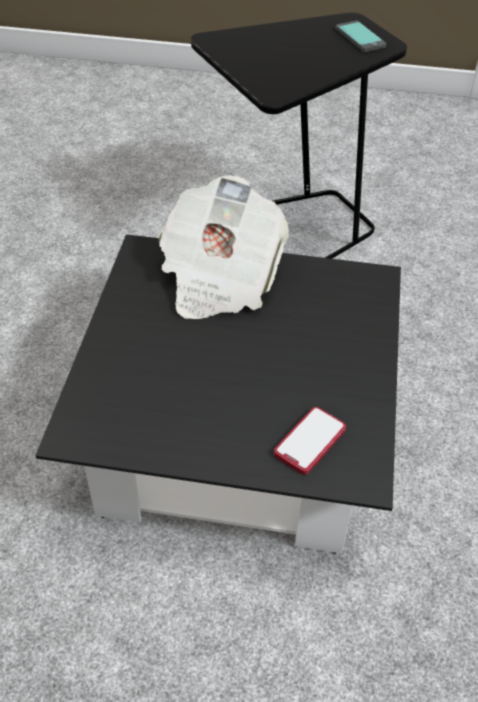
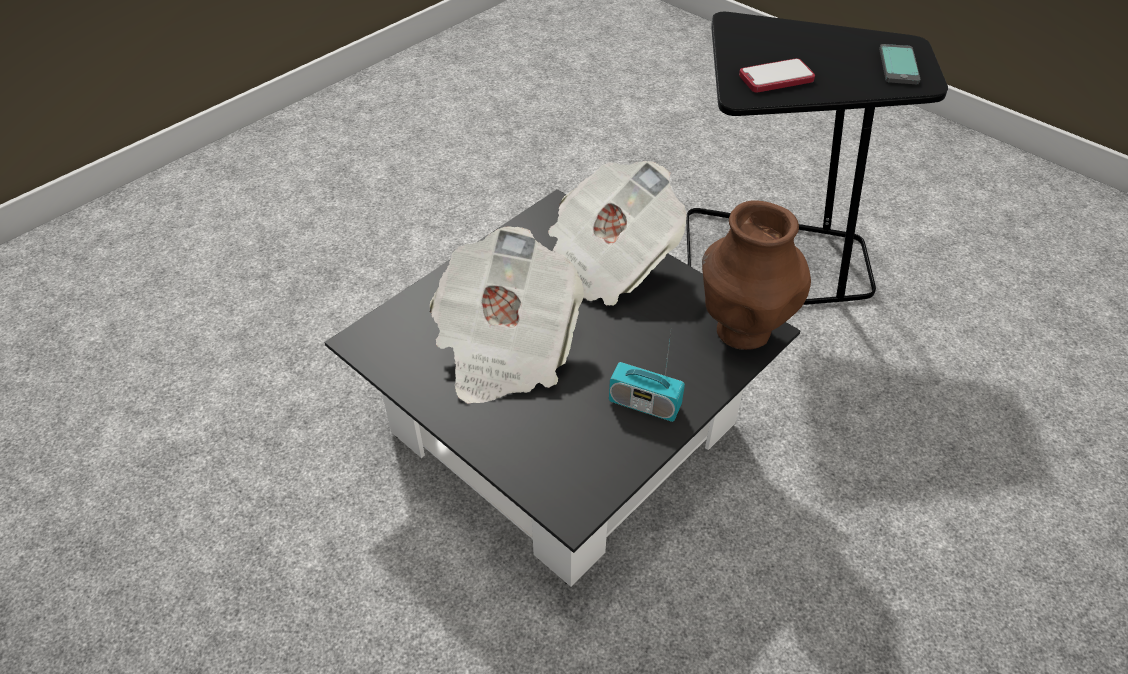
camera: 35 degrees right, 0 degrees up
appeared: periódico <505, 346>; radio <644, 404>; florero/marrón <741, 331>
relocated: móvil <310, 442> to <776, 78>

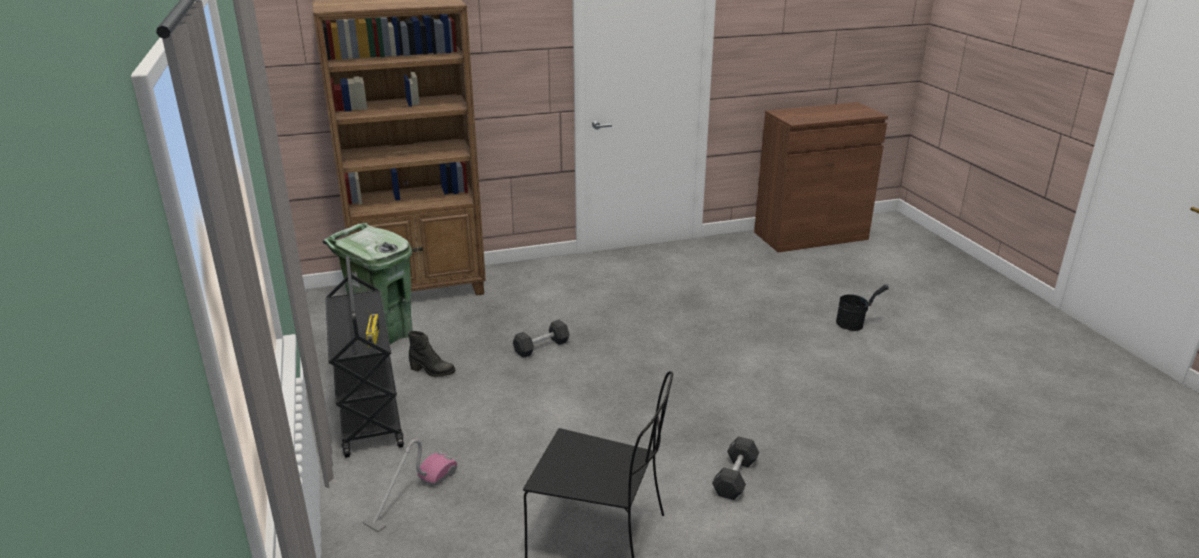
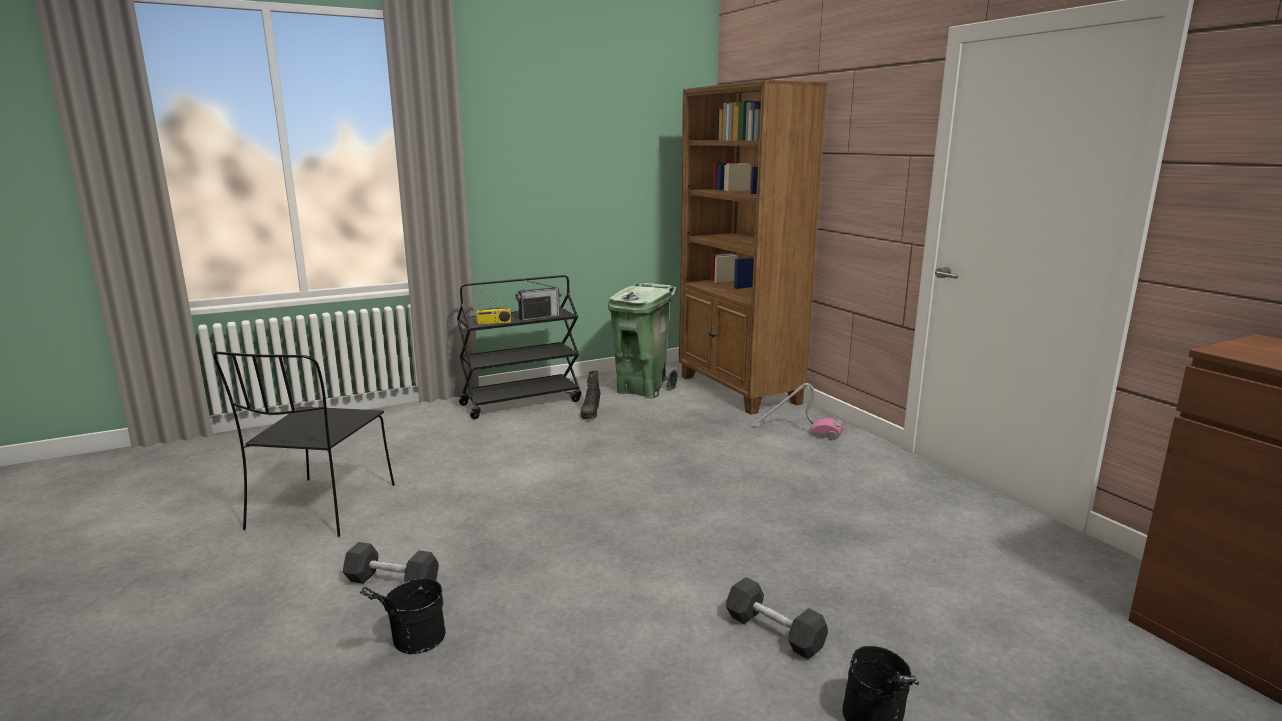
camera: 80 degrees right, 10 degrees down
appeared: cubo/negro <412, 643>; radio <539, 317>
relocated: aspiradora <411, 495> to <796, 430>; mancuerna/negro <541, 347> to <774, 632>

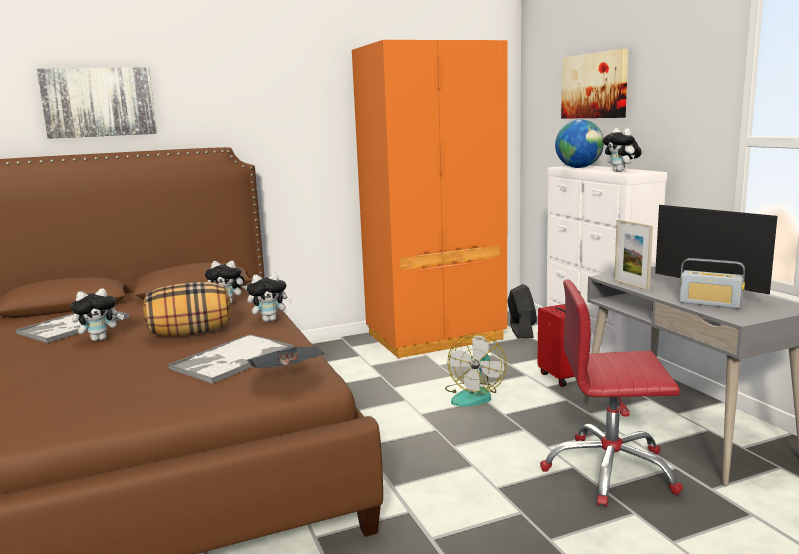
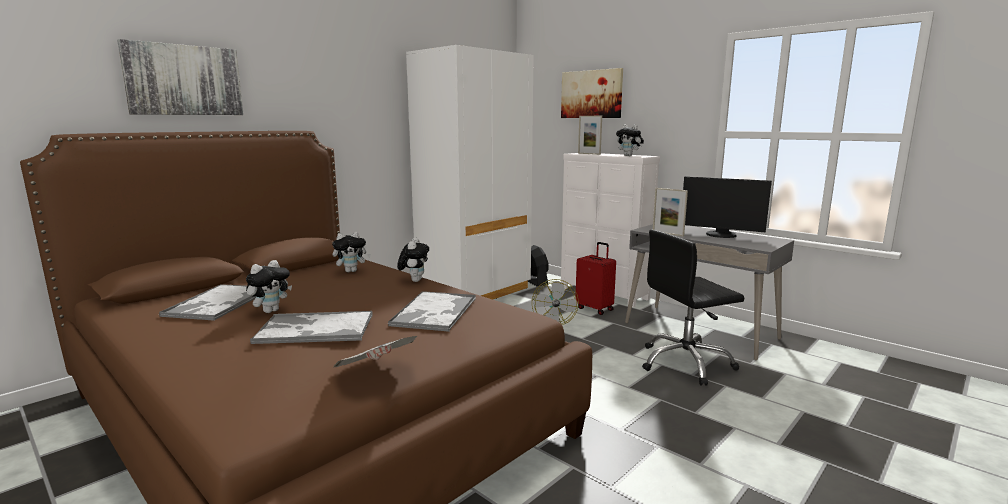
camera: 25 degrees left, 0 degrees up
missing: cojín <191, 333>; radio <710, 303>
appeared: bandeja <314, 329>
relocated: periódico <287, 378> to <376, 373>
exchanged: globo terráqueo <578, 168> to portarretratos <589, 154>
colour: armario ropero/naranja <435, 337> to armario ropero/blanco <474, 291>; silla de oficina/rojo <610, 471> to silla de oficina/negro <685, 363>
spun: peluche <270, 320> = <414, 280> 45 degrees counterclockwise

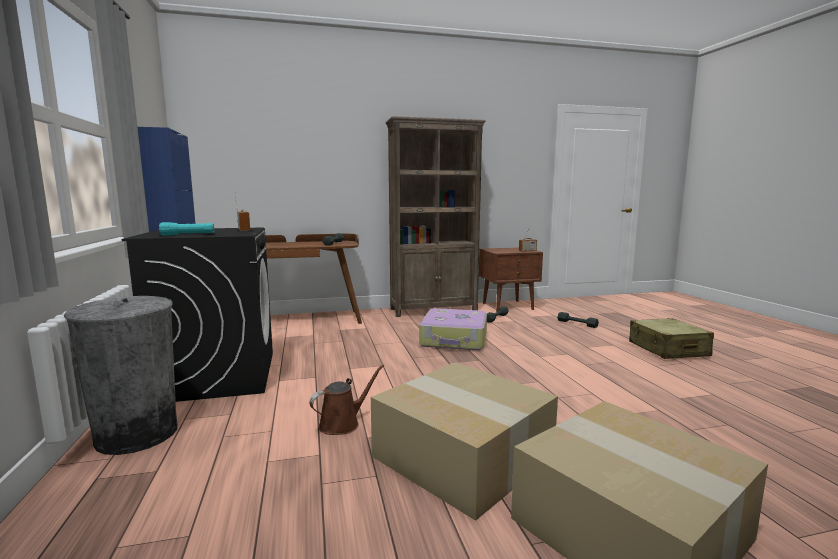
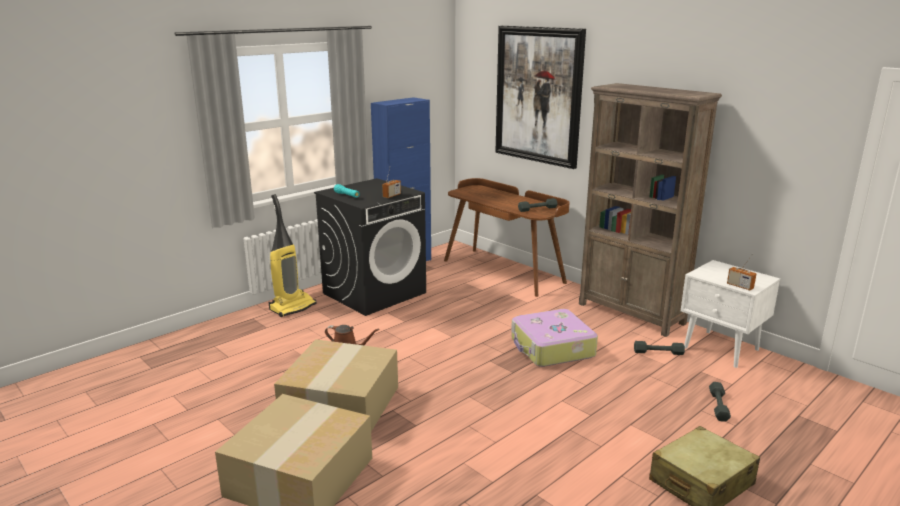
camera: 60 degrees right, 10 degrees up
appeared: cuadro <538, 95>
exchanged: papelera/gris <137, 434> to aspiradora <292, 307>
colour: mesita de noche/marrón <508, 306> to mesita de noche/blanco <721, 349>

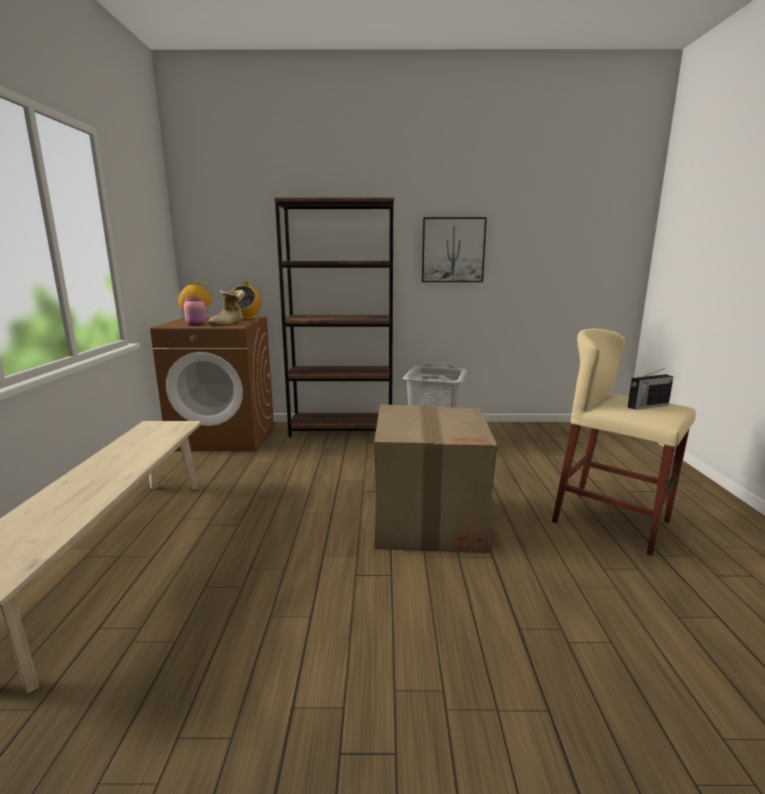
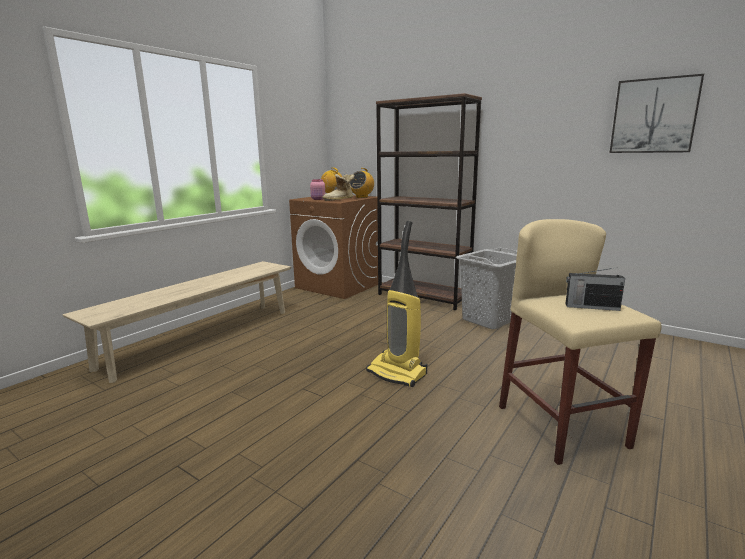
camera: 35 degrees right, 0 degrees up
relocated: cuadro <453, 250> to <654, 116>
exchanged: caja de cartón <429, 520> to aspiradora <397, 373>

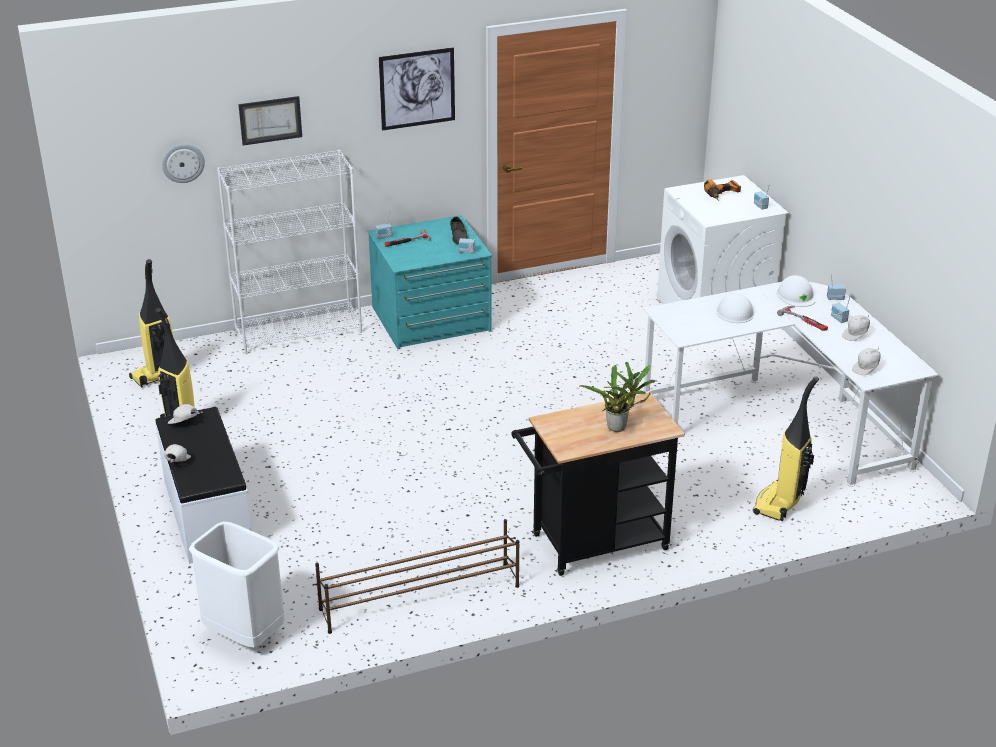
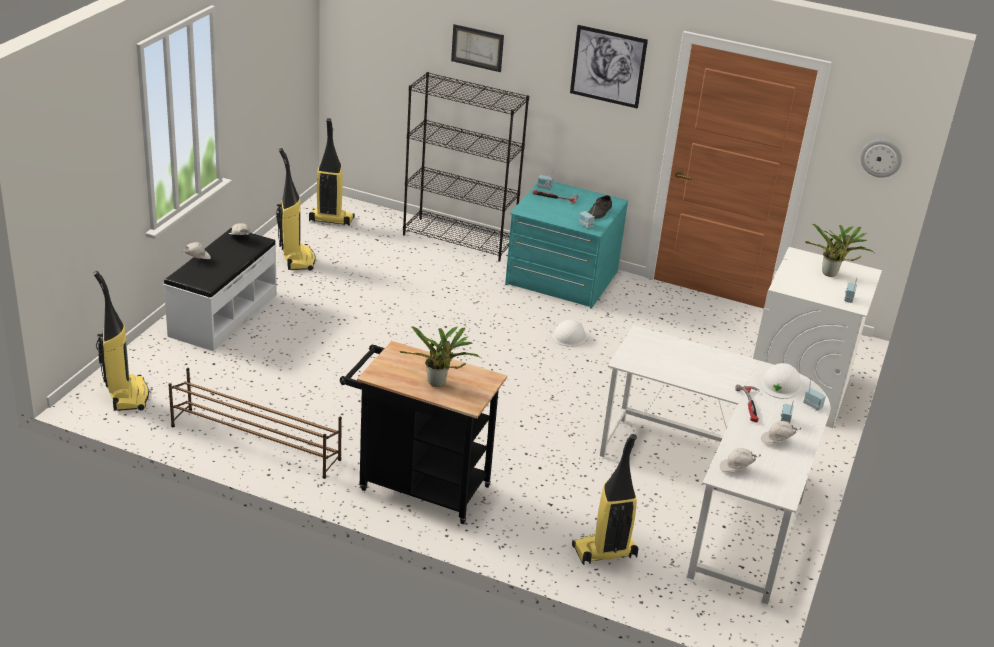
camera: 40 degrees right, 0 degrees up
relocated: reloj de pared <183, 162> to <881, 158>; casco/blanco <734, 311> to <570, 336>
exchanged: papelera/blanco <243, 635> to aspiradora <127, 395>; taladro <722, 194> to planta en maceta <831, 274>
colour: estantería/blanco <299, 331> to estantería/negro <459, 239>

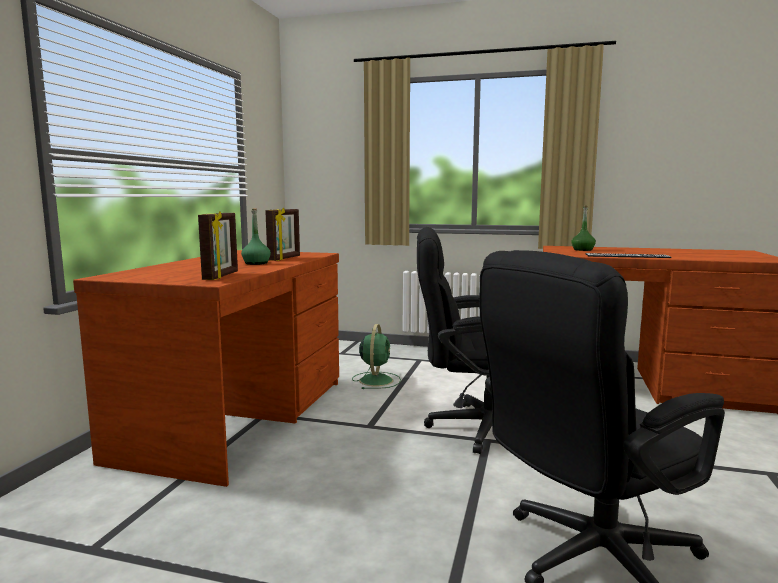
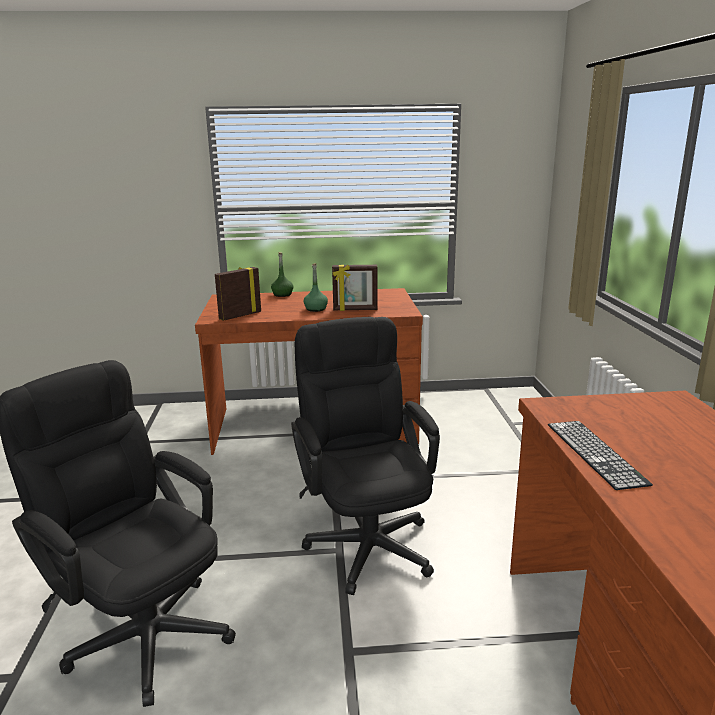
camera: 70 degrees right, 10 degrees up
missing: ventilador/verde <376, 380>
relocated: botella/verde <582, 250> to <282, 294>
spun: portarretratos <221, 276> = <240, 315> 150 degrees clockwise

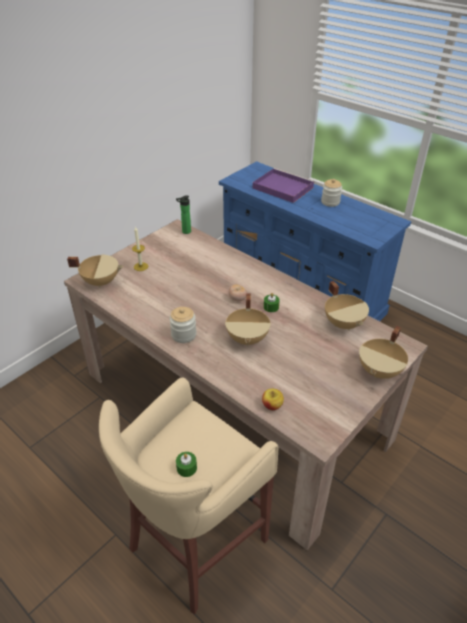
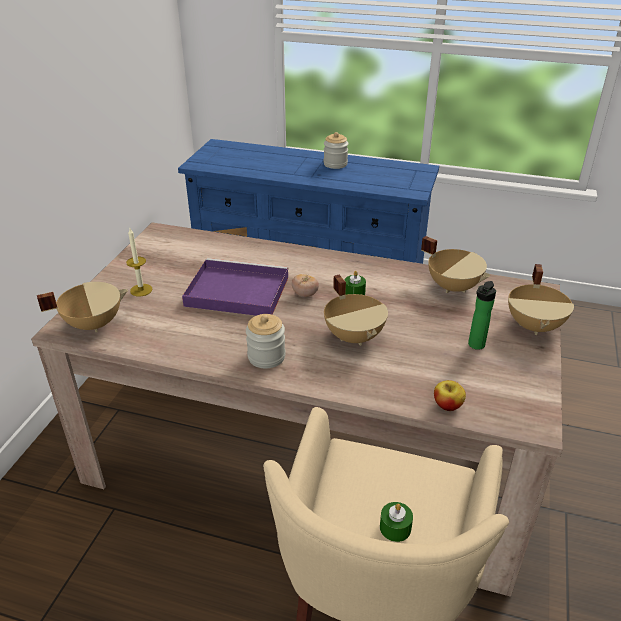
camera: 25 degrees left, 5 degrees down
relocated: botella <185, 232> to <475, 346>; bandeja/morado <281, 187> to <235, 291>

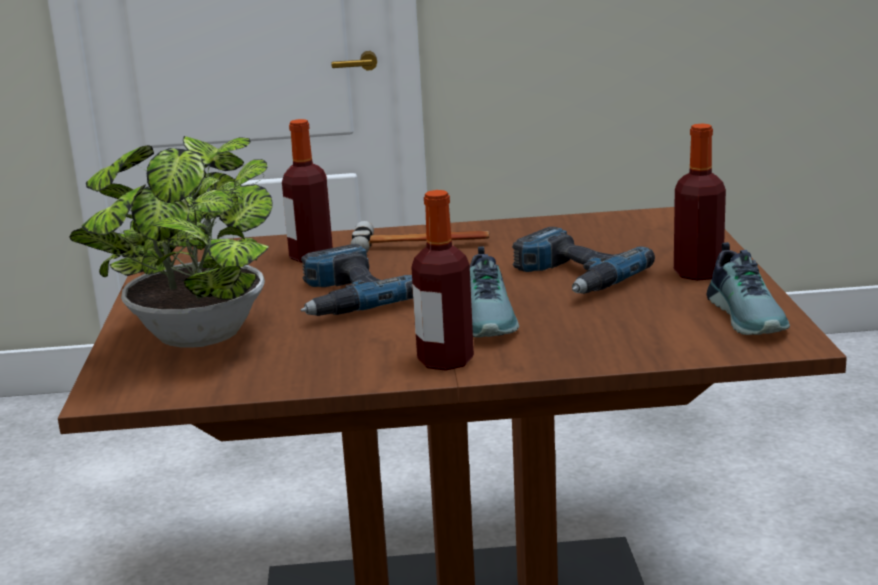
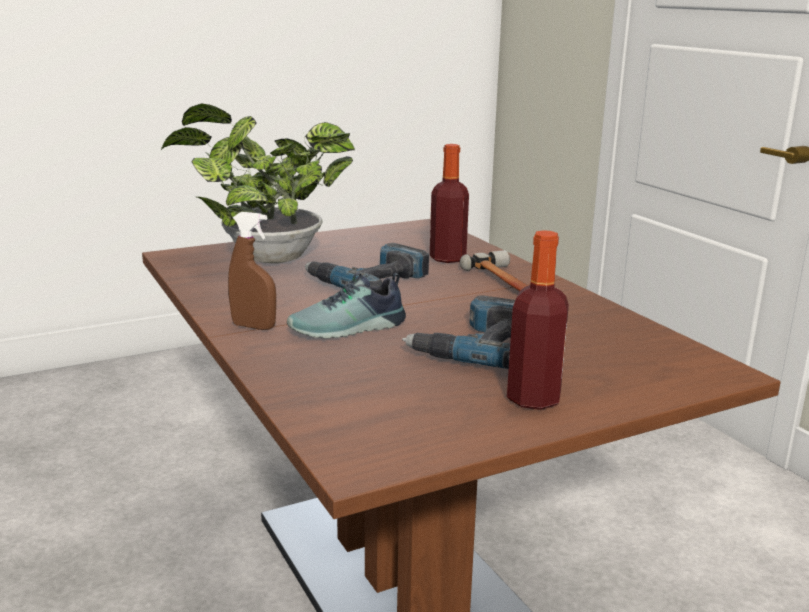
camera: 65 degrees right, 0 degrees up
missing: zapato <749, 316>
exchanged: botella <445, 361> to pulverizador/marrón <253, 326>

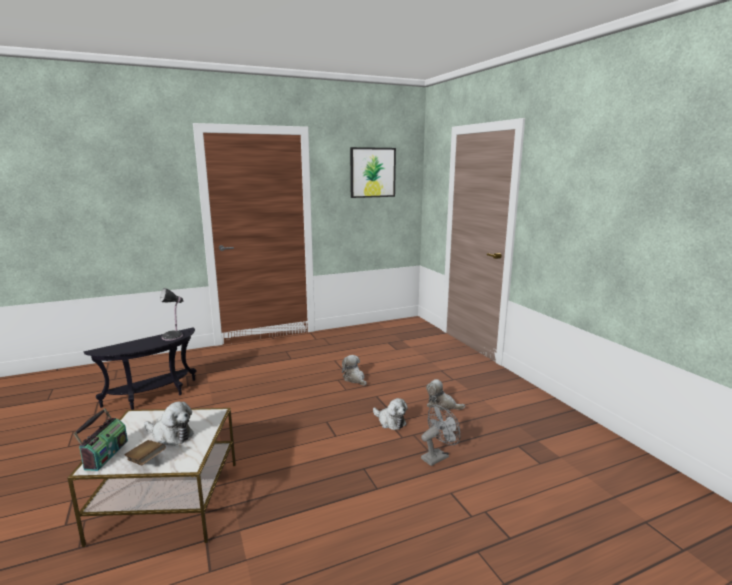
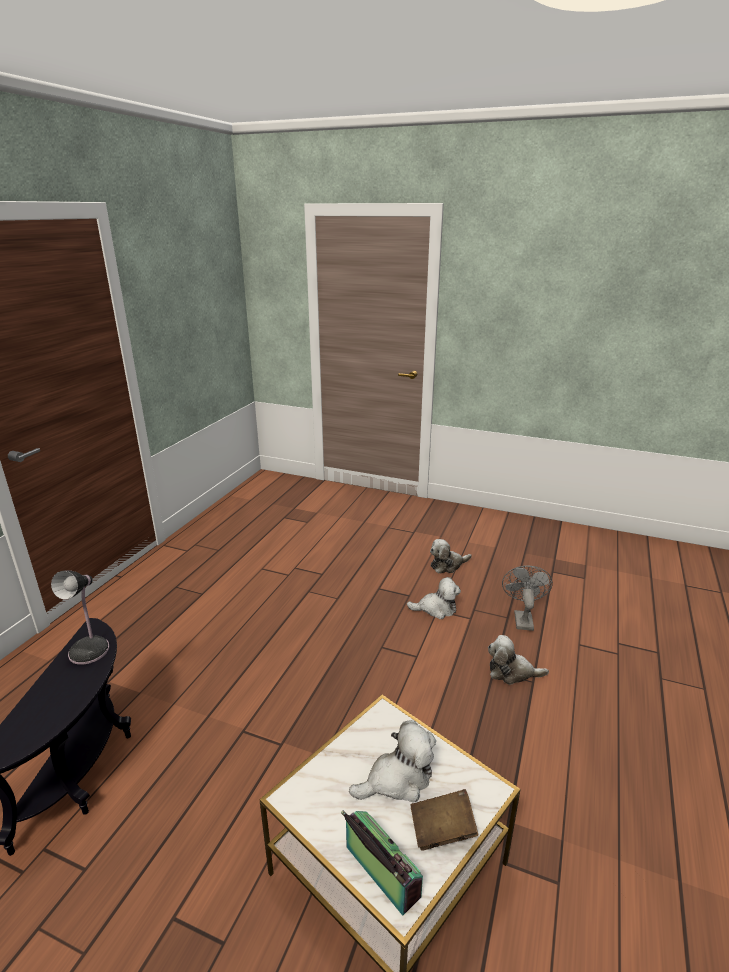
camera: 45 degrees left, 10 degrees up
missing: cuadro <372, 172>
relocated: peluche <354, 379> to <512, 672>

